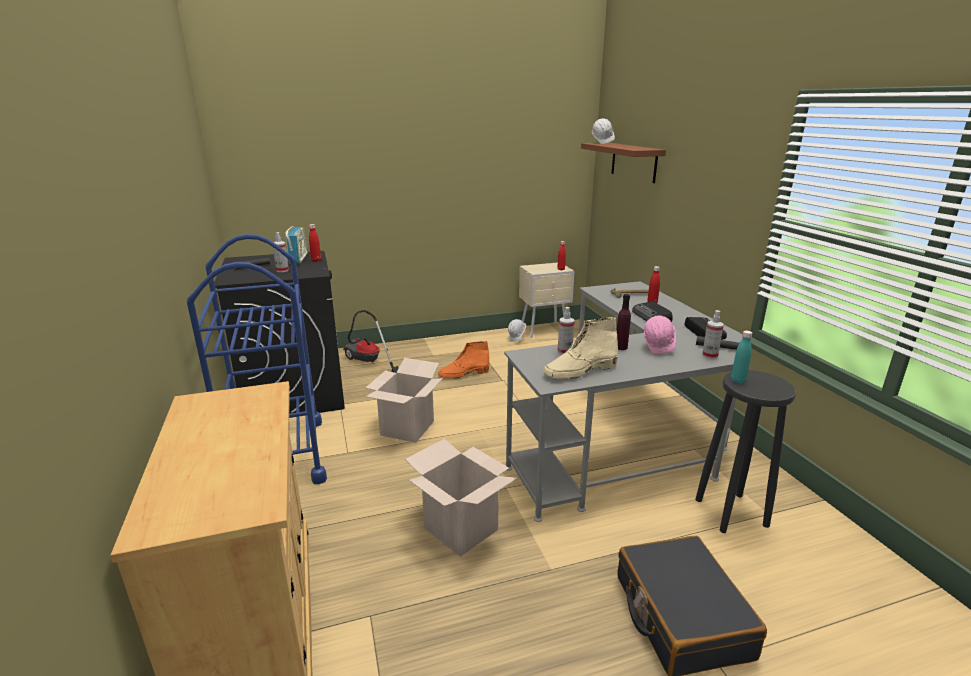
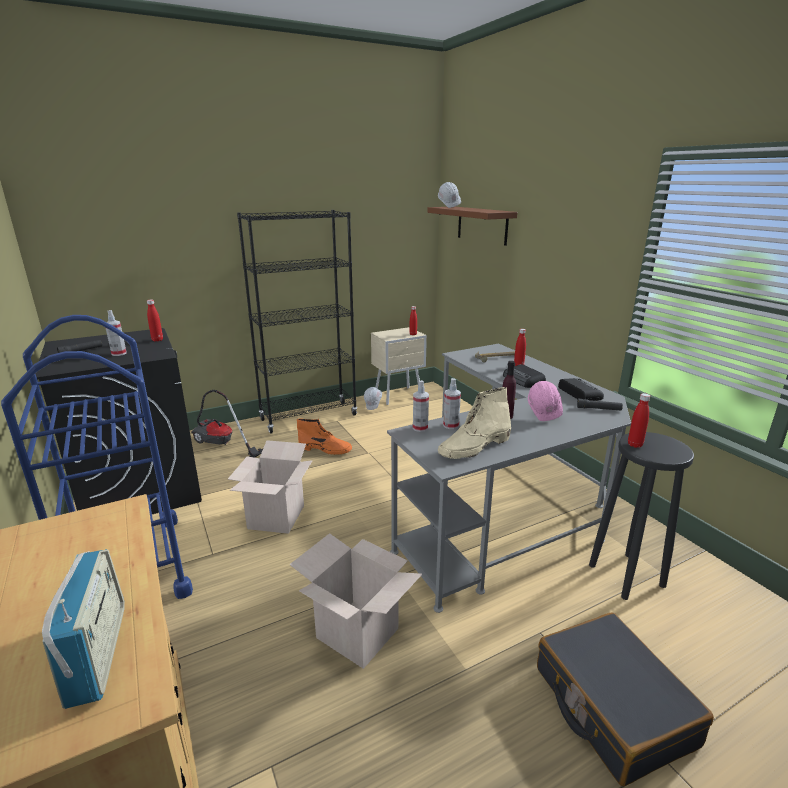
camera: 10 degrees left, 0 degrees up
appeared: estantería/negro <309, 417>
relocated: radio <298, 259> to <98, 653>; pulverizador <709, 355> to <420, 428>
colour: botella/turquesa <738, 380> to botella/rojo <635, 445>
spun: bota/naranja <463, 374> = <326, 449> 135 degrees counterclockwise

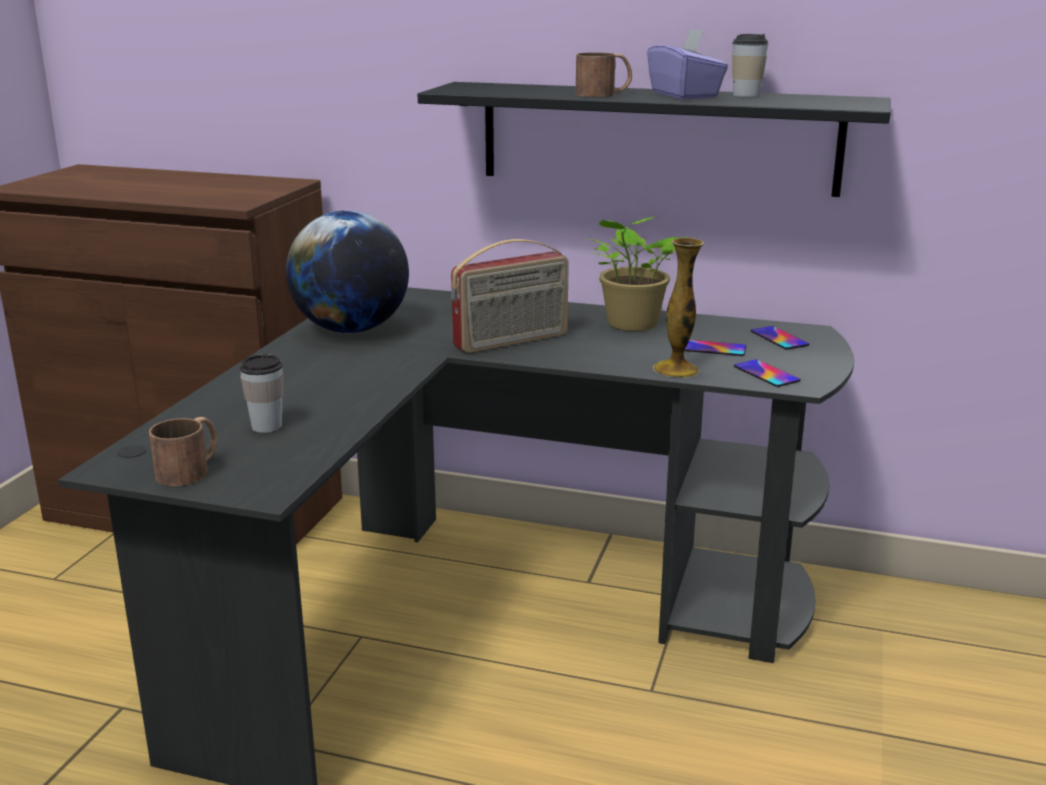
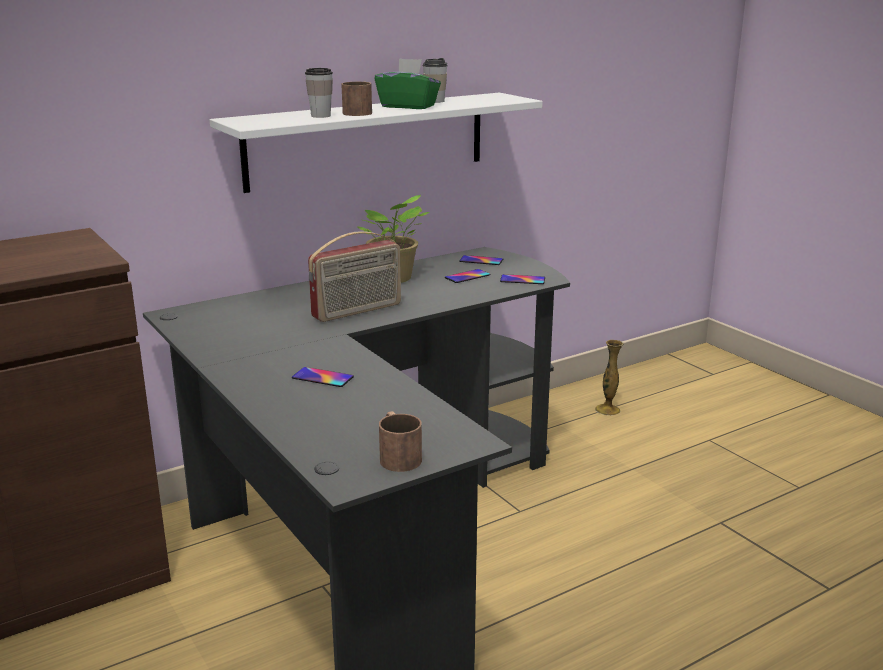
camera: 50 degrees left, 0 degrees up
missing: globo terráqueo <351, 330>
appeared: móvil <322, 378>
relocated: taza <266, 426> to <320, 116>; florero <676, 369> to <607, 410>
colour: estante/negro <657, 138> to estante/blanco <368, 140>; caja de pañuelos/morado <685, 95> to caja de pañuelos/verde <408, 106>
spun: radio <512, 341> = <357, 311> 45 degrees clockwise

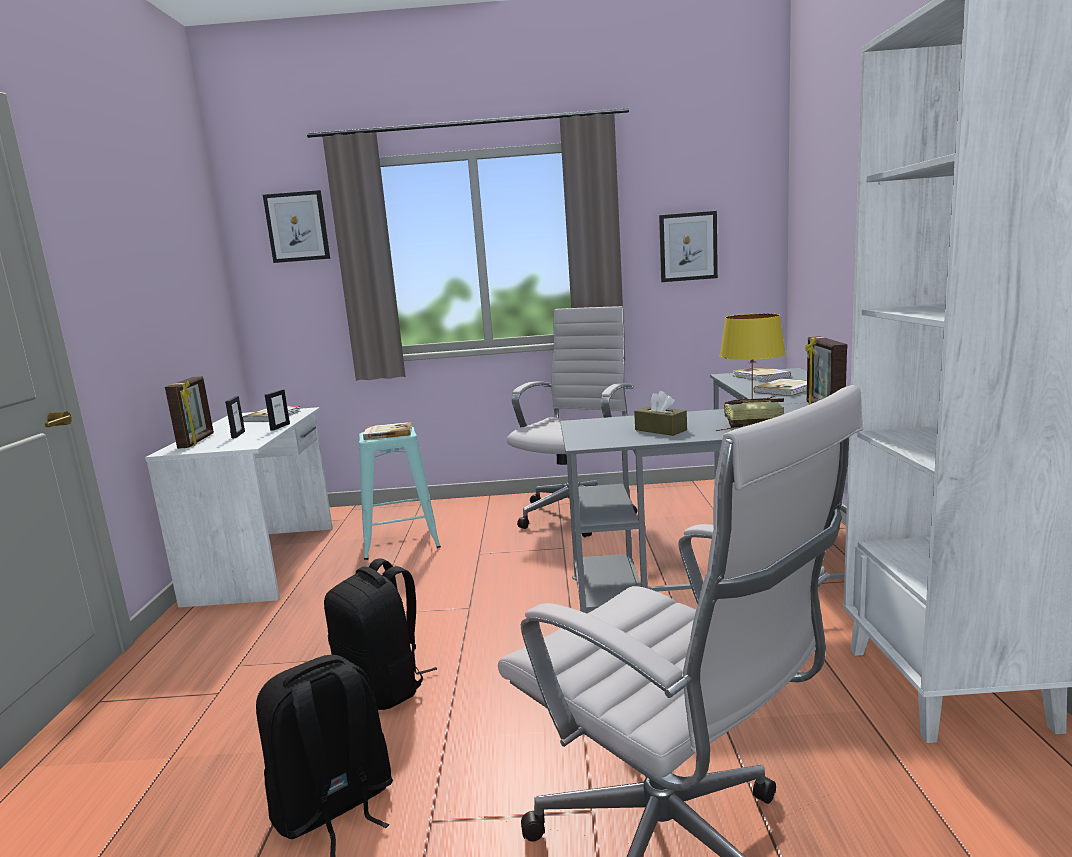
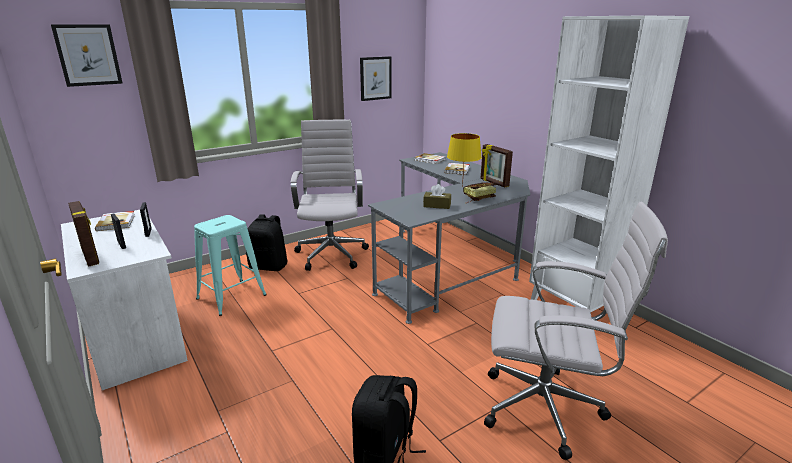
camera: 35 degrees left, 10 degrees up
missing: libro <388, 433>
relocated: mochila/negro <384, 687> to <269, 266>

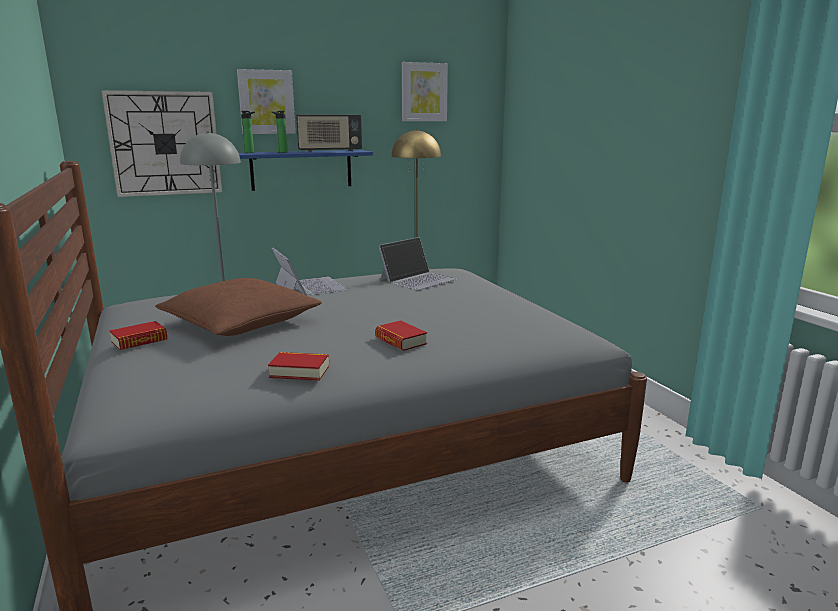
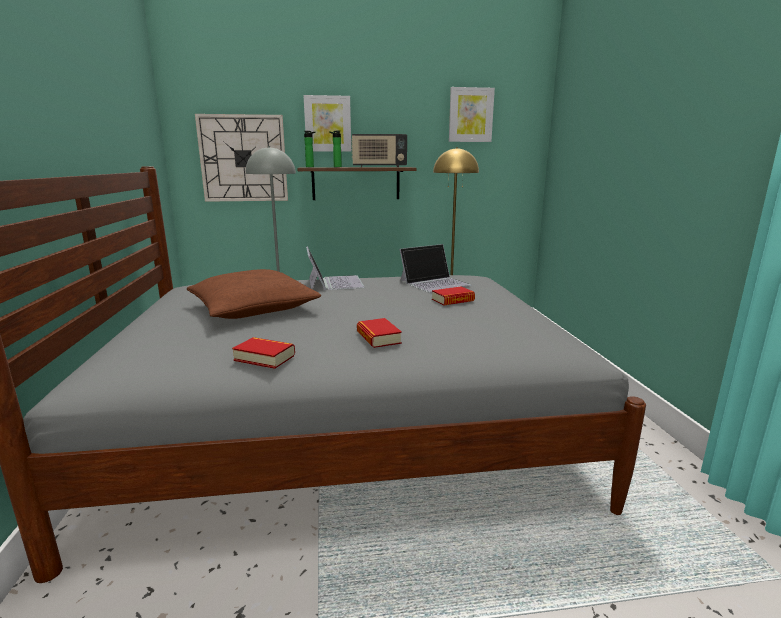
camera: 15 degrees right, 0 degrees up
relocated: libro <139, 341> to <453, 300>
colour: estante/azul <301, 169> to estante/marrón <356, 183>

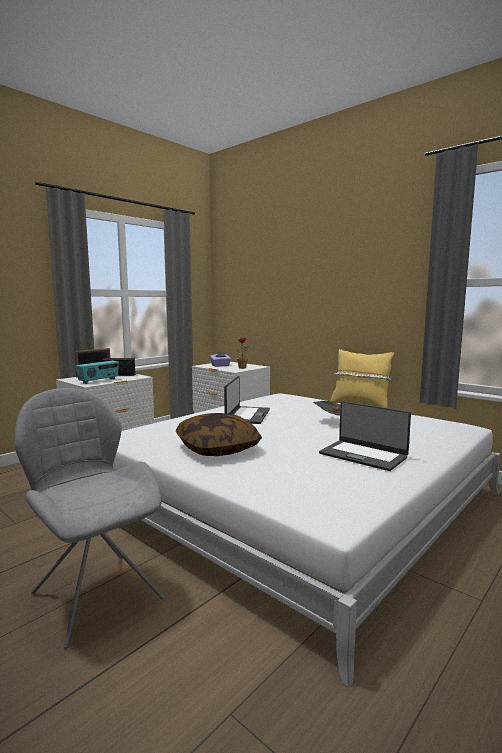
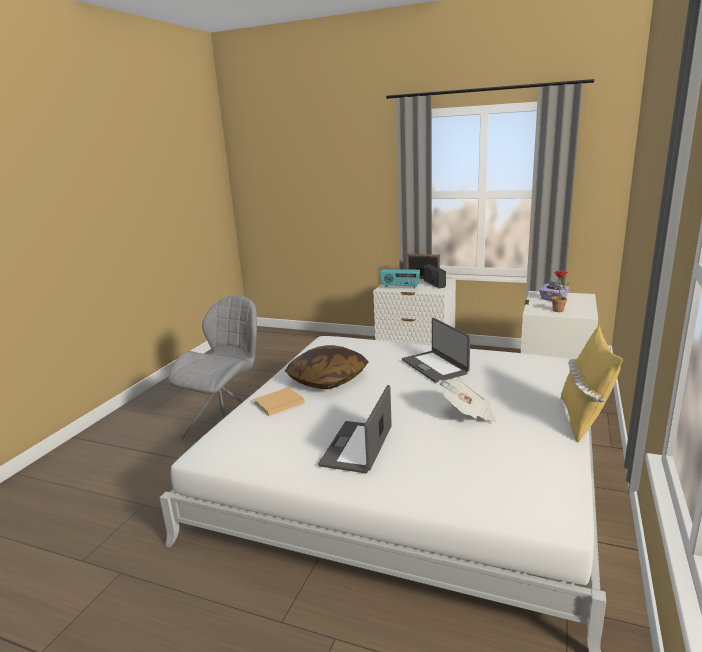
camera: 70 degrees right, 10 degrees up
appeared: libro/beis <277, 403>
spun: portátil <247, 415> = <435, 366> 75 degrees clockwise

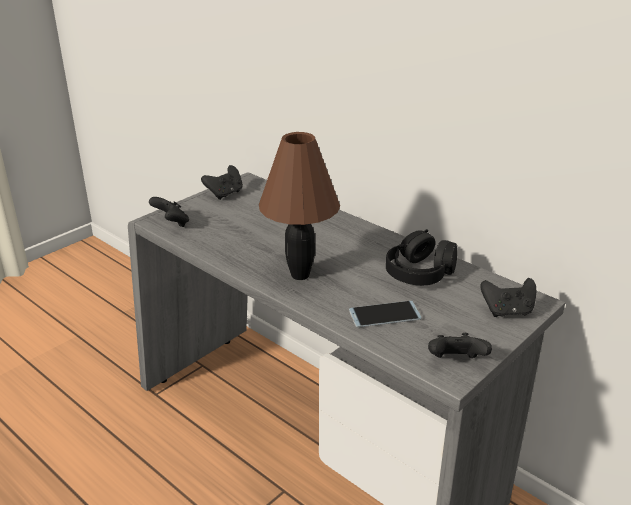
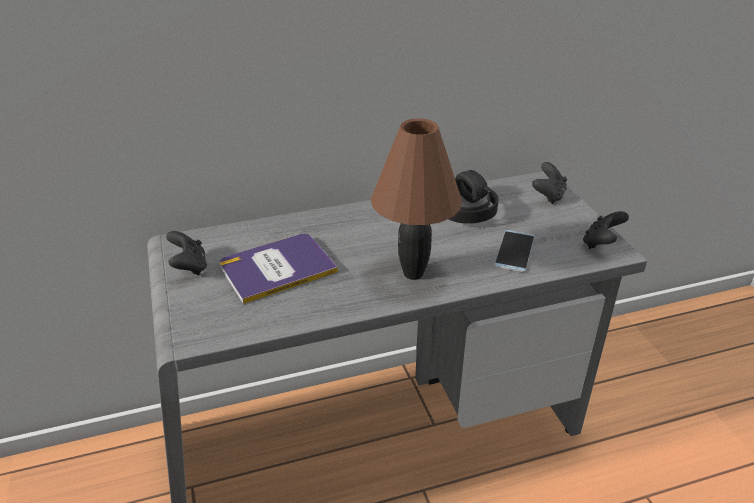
camera: 60 degrees left, 5 degrees up
missing: mando de consola/negro <172, 224>
appeared: libro <277, 268>

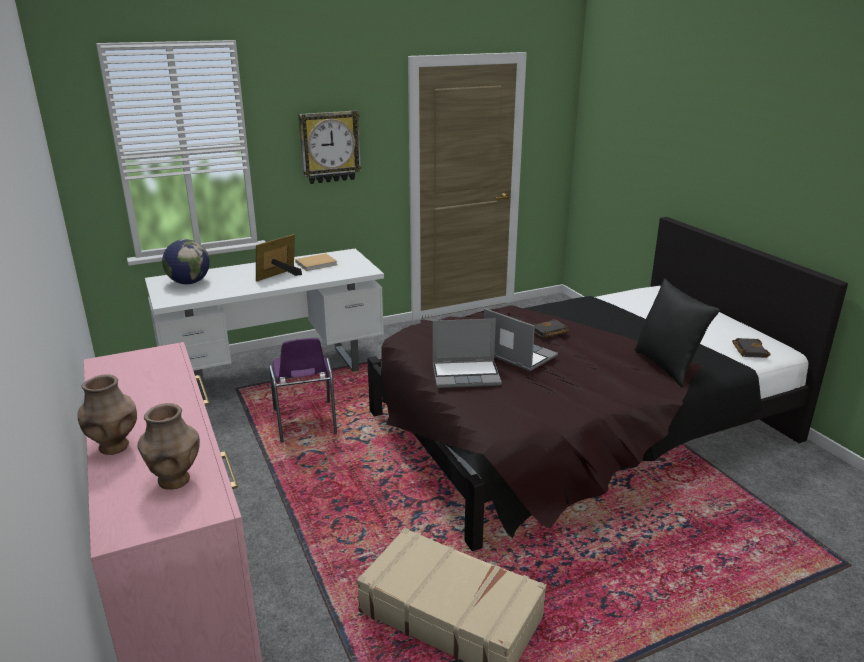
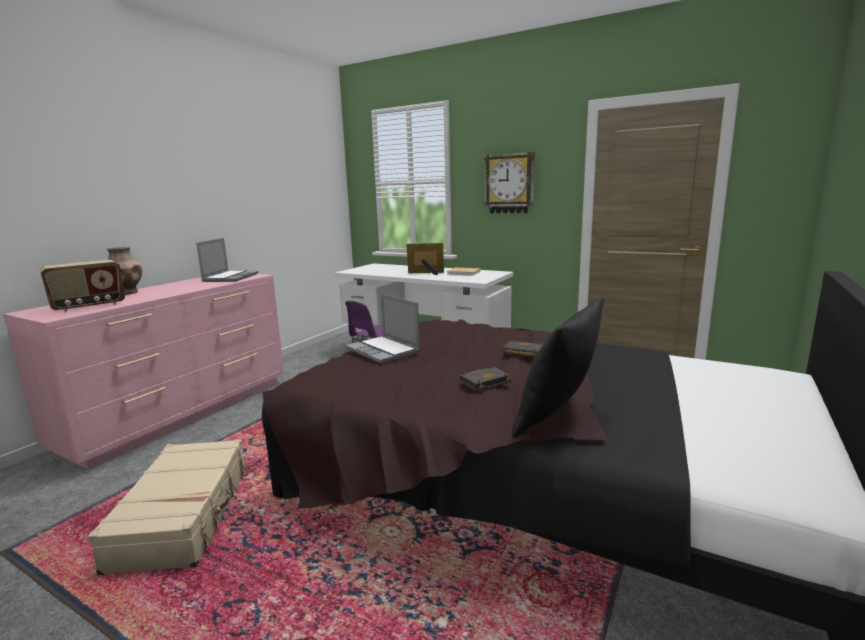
camera: 55 degrees right, 10 degrees down
missing: globo terráqueo <189, 282>
relocated: portátil <518, 355> to <230, 277>; libro/negro <748, 350> to <485, 381>
exchanged: florero/marrón <175, 480> to radio <89, 306>

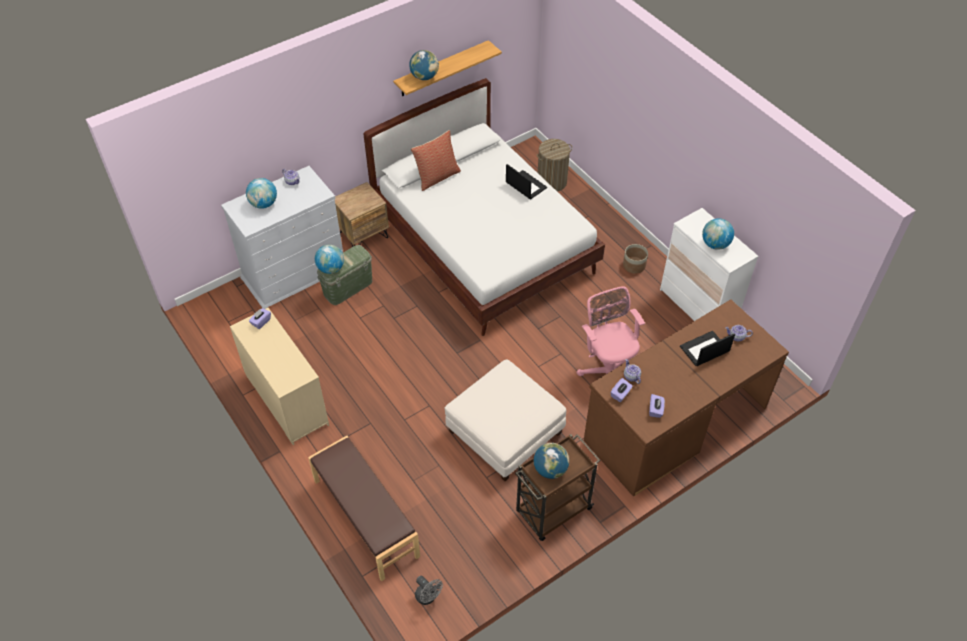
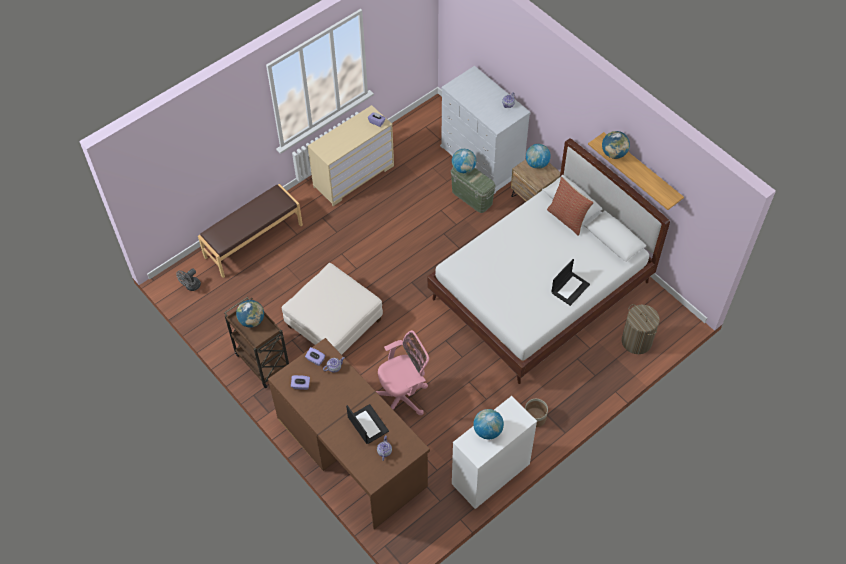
camera: 85 degrees right, 5 degrees up
relocated: globo terráqueo <264, 204> to <537, 164>

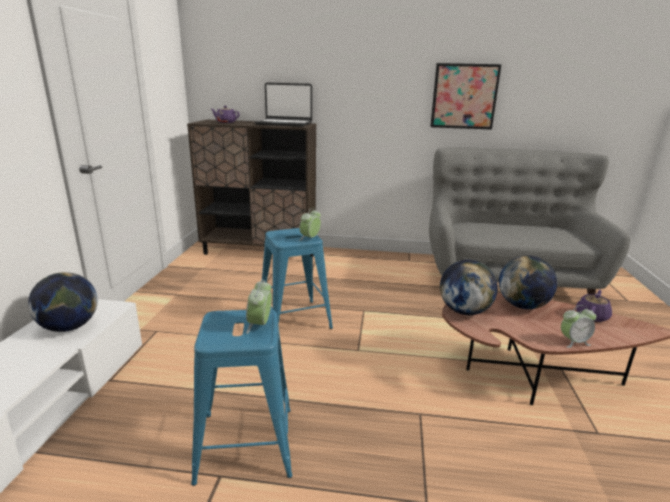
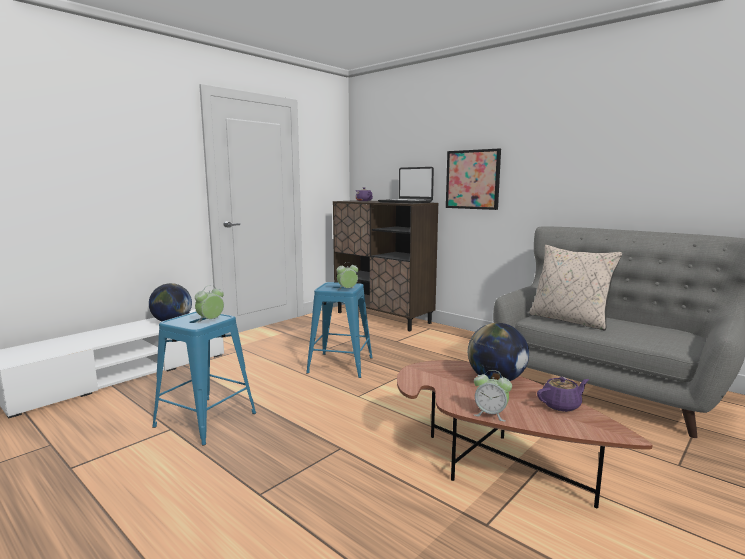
camera: 35 degrees right, 10 degrees down
missing: globo terráqueo <464, 311>
appeared: cojín/beis <569, 320>
relocated: cuadro <464, 96> to <473, 179>

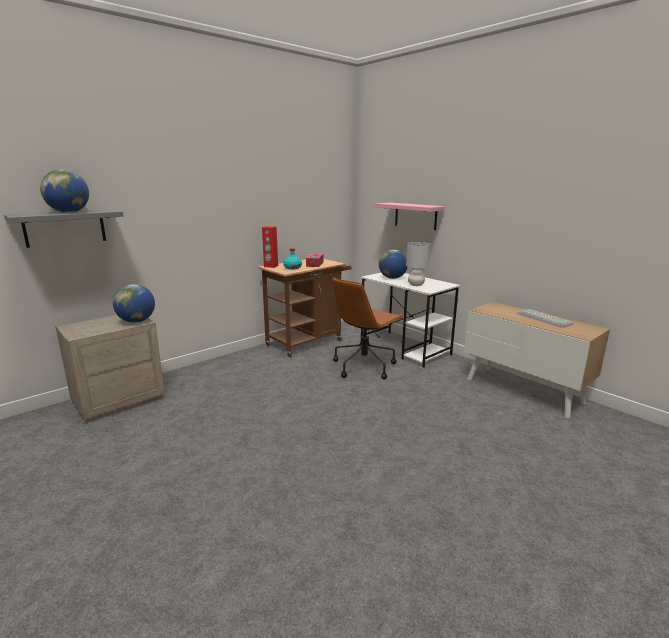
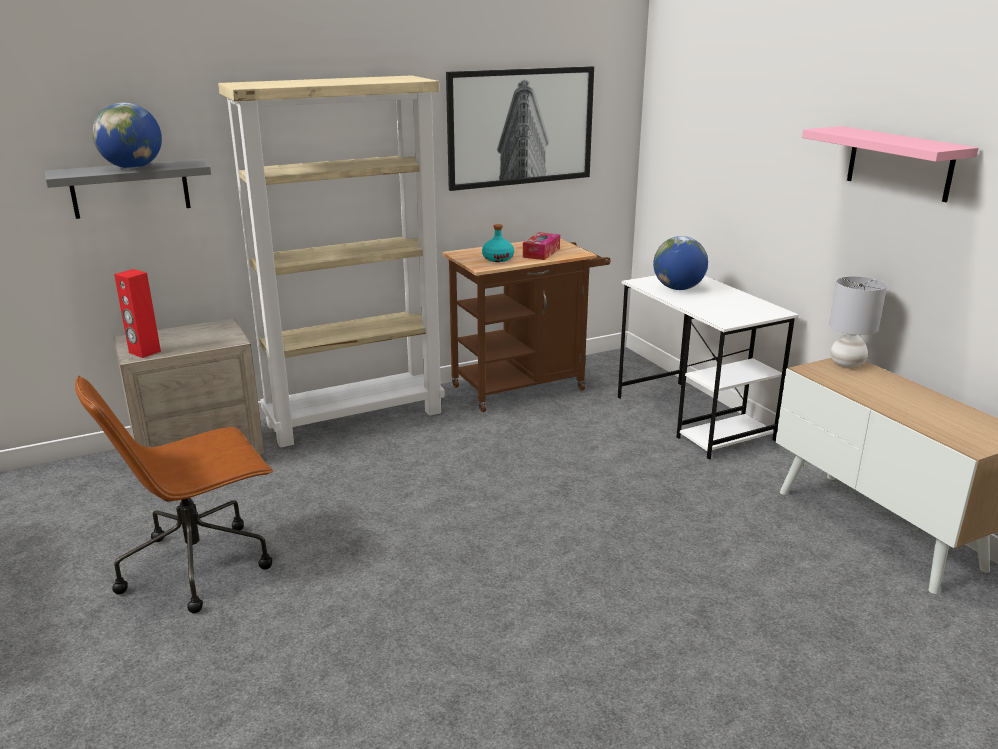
camera: 15 degrees right, 5 degrees up
missing: globo terráqueo <137, 321>; teclado <545, 319>
appeared: estantería/beis <356, 417>; cuadro <521, 127>
relocated: altavoz/rojo <271, 266> to <144, 352>; silla de oficina/marrón <364, 366> to <199, 565>; estante/rosa <415, 216> to <899, 163>; lámpara de mesa/gris <416, 285> to <847, 364>

